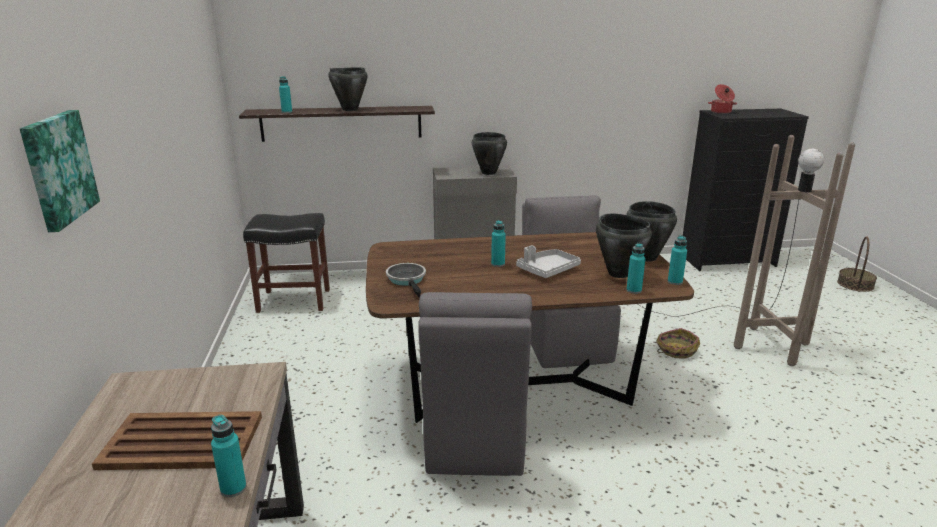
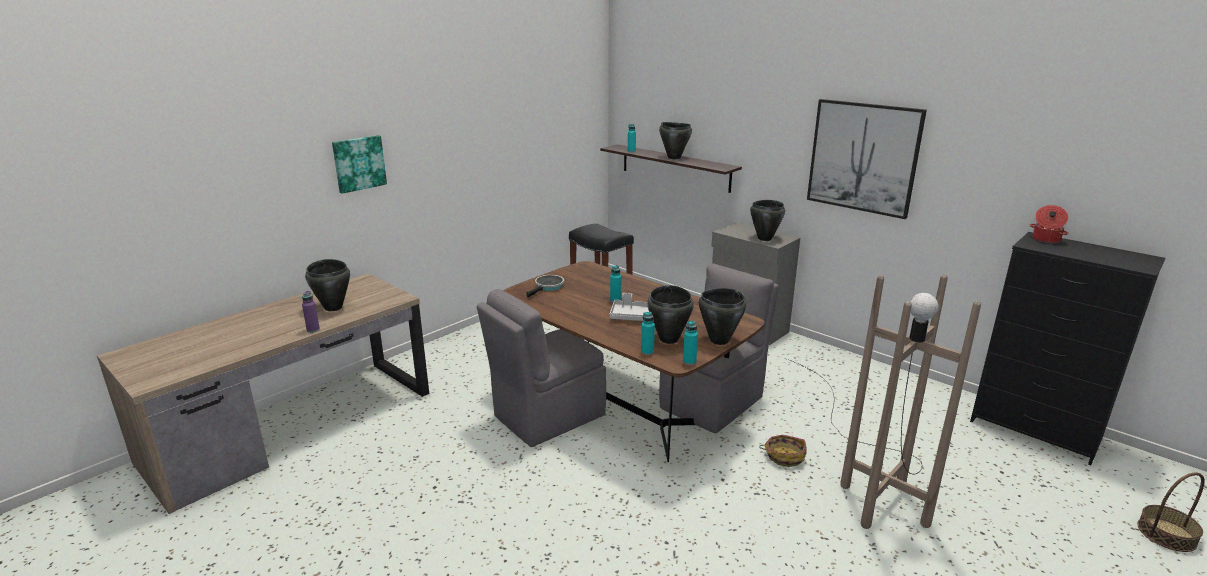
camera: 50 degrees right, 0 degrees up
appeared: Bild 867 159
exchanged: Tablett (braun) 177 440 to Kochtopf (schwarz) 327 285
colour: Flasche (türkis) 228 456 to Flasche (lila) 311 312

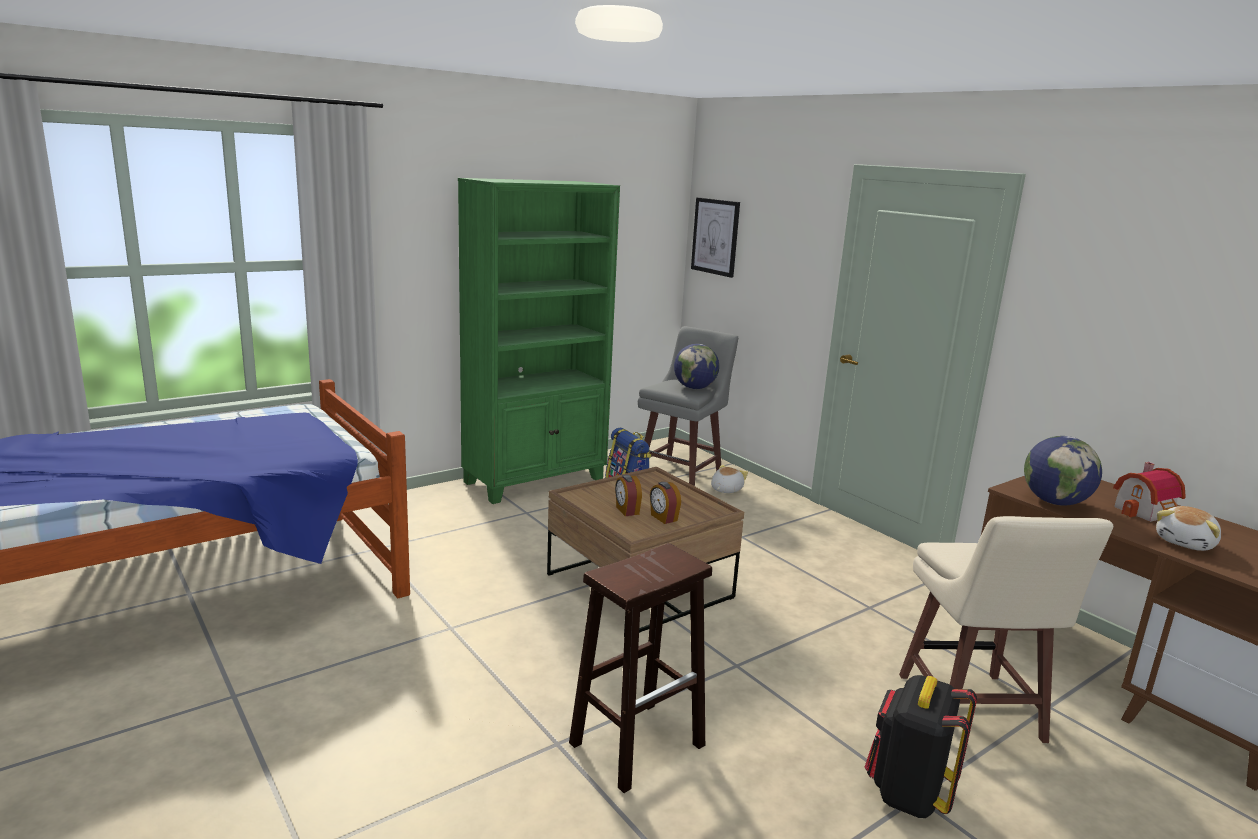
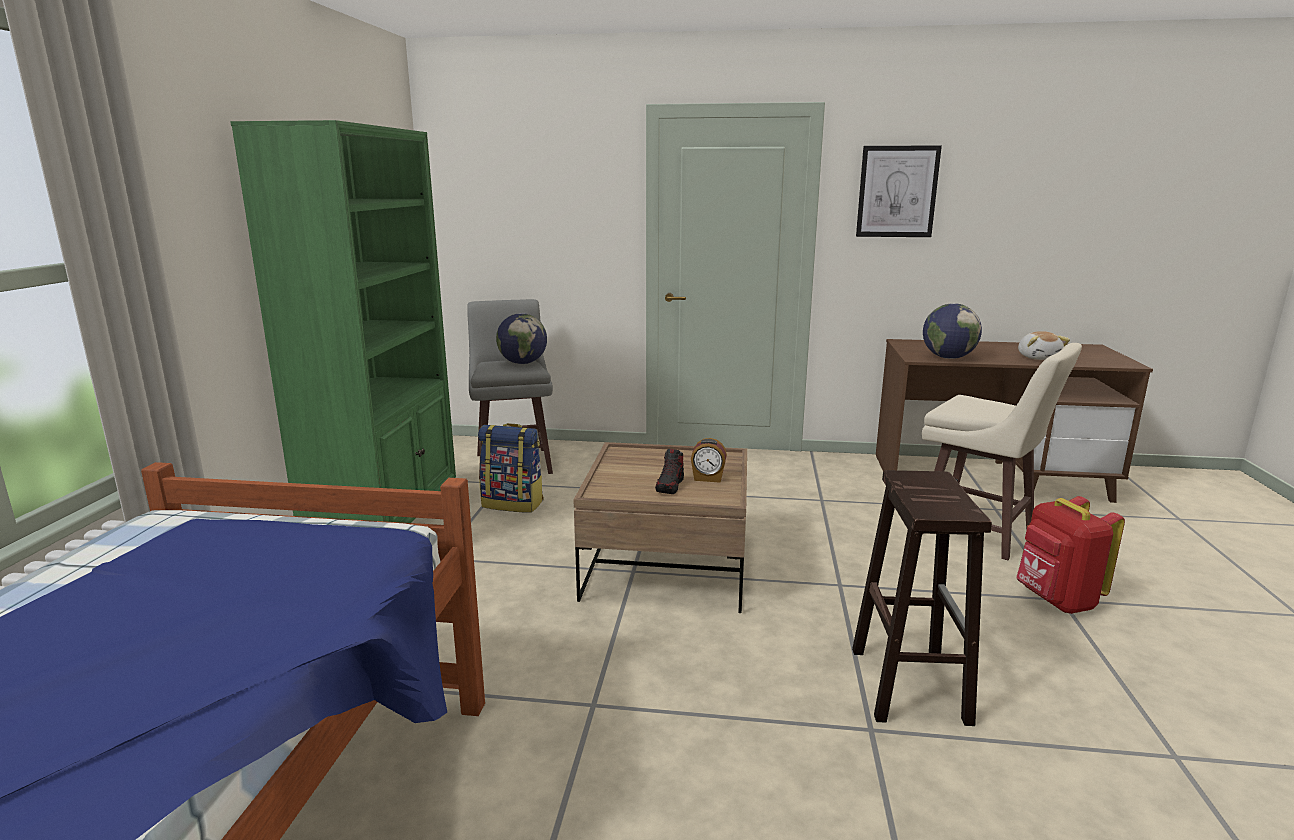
camera: 45 degrees left, 0 degrees up
missing: Plüschtier 729 479; Spielzeughaus 1149 492
relocated: Bild 715 237 to 899 191
exchanged: Wecker 628 495 to Schuh 669 471
colour: Rucksack (schwarz) 921 746 to Rucksack (rot) 1070 555

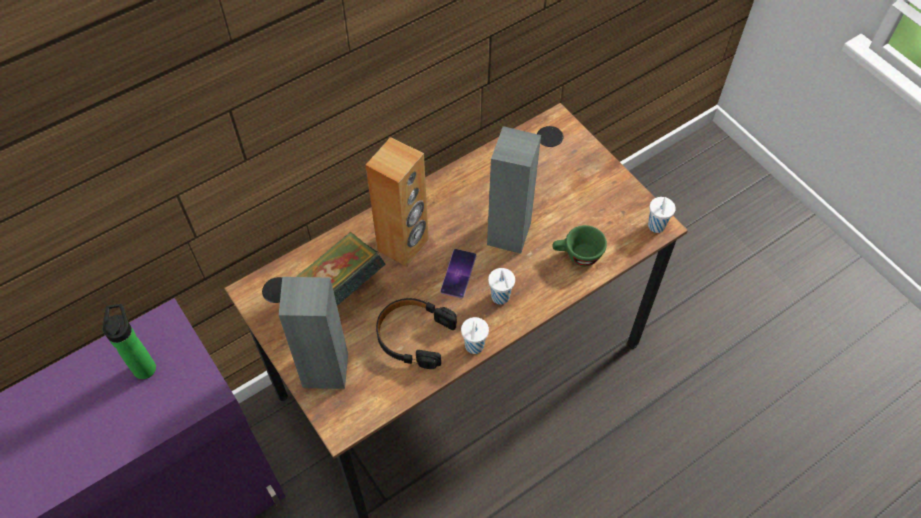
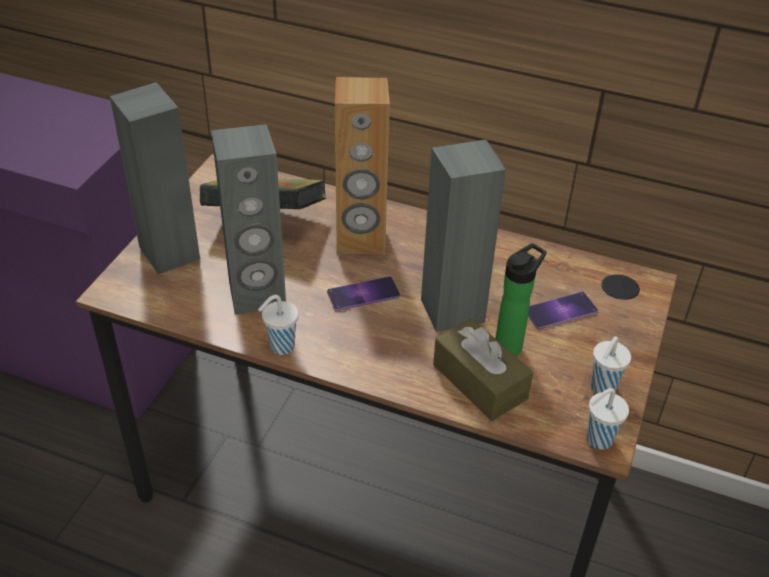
camera: 55 degrees right, 15 degrees down
appeared: Handy 563 311
relocated: Flasche 129 341 to 521 299; Tasse (weiß) 501 286 to 611 365
exchanged: Kopfhörer (schwarz) 416 333 to Lautsprecher (grau) 248 219; Tasse (grün) 579 245 to Taschentuchbox (braun) 483 370

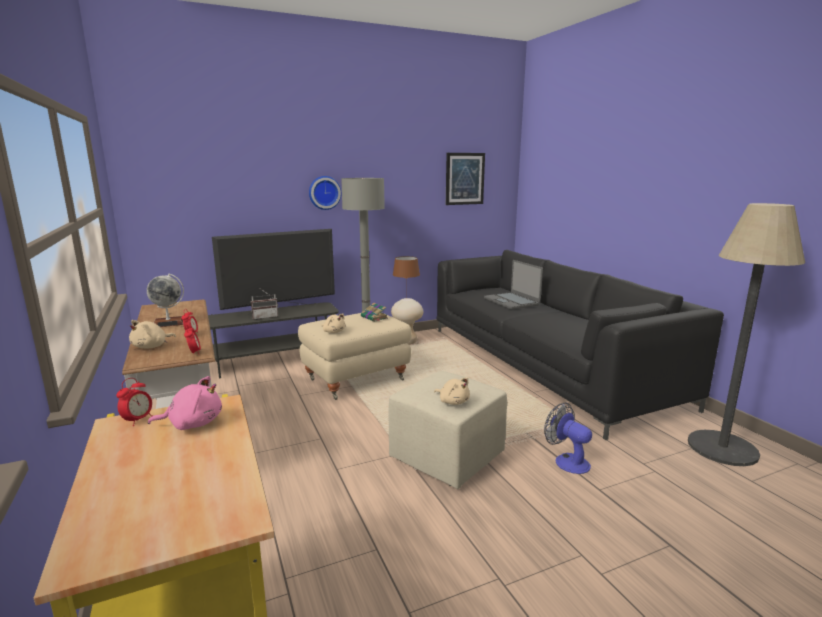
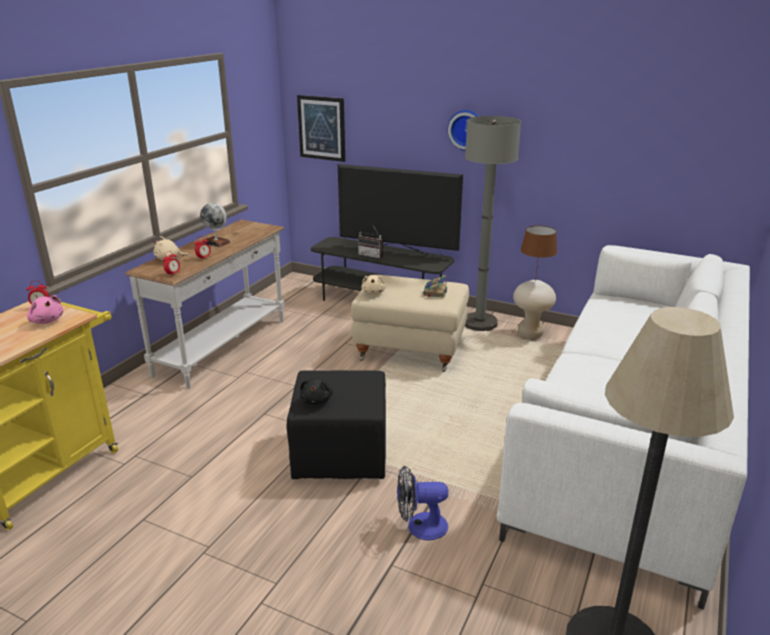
camera: 50 degrees right, 10 degrees up
missing: Laptop 513 284
relocated: Bild 465 179 to 321 128
colour: Polsterhocker (beige) 448 430 to Polsterhocker (schwarz) 336 424; Plüschtier (beige) 452 391 to Plüschtier (schwarz) 316 391; Sofa (schwarz) 580 345 to Sofa (weiß) 623 427
spun: Ventilator 568 438 = 422 502 105 degrees counterclockwise

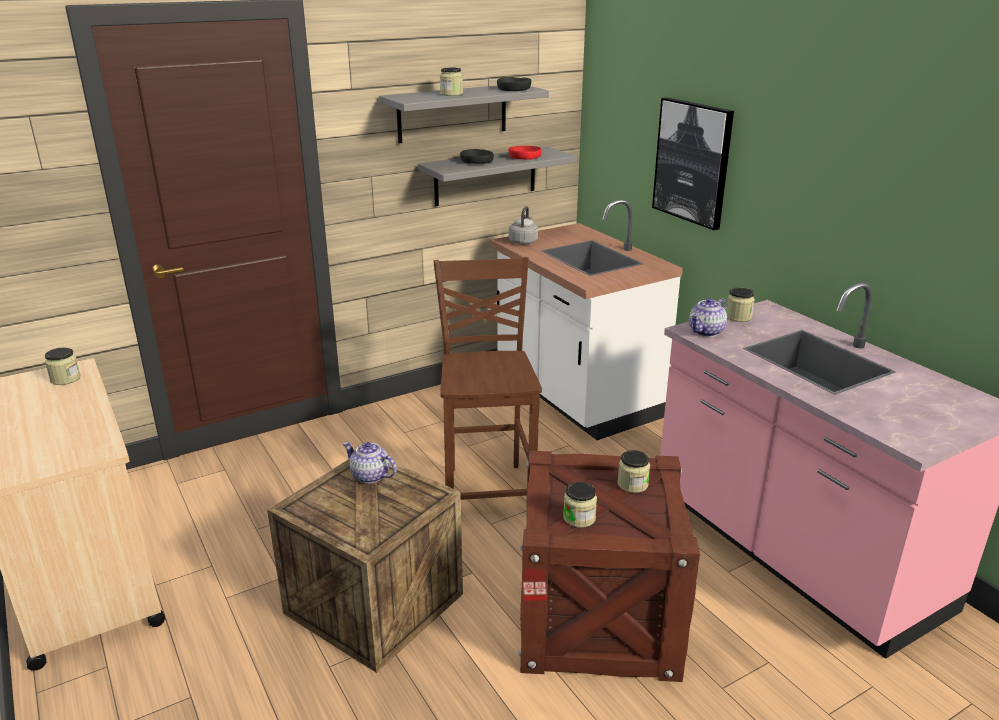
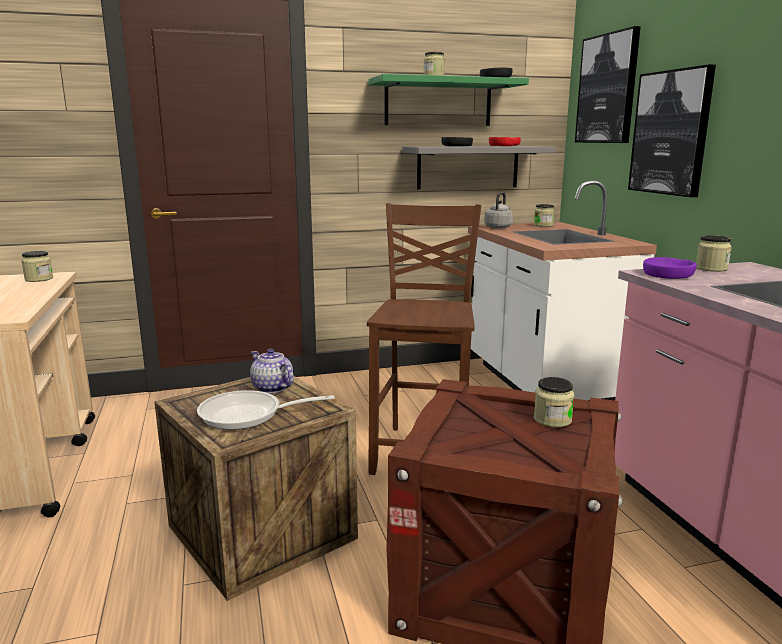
camera: 15 degrees right, 10 degrees down
appeared: Pfanne 265 410; Bild 608 84
relocated: Vorratsglas 580 505 to 544 215
exchanged: Teekanne 708 317 to Schüssel (lila) 670 268
colour: Wandregal (grau) 464 114 to Wandregal (grün) 449 100

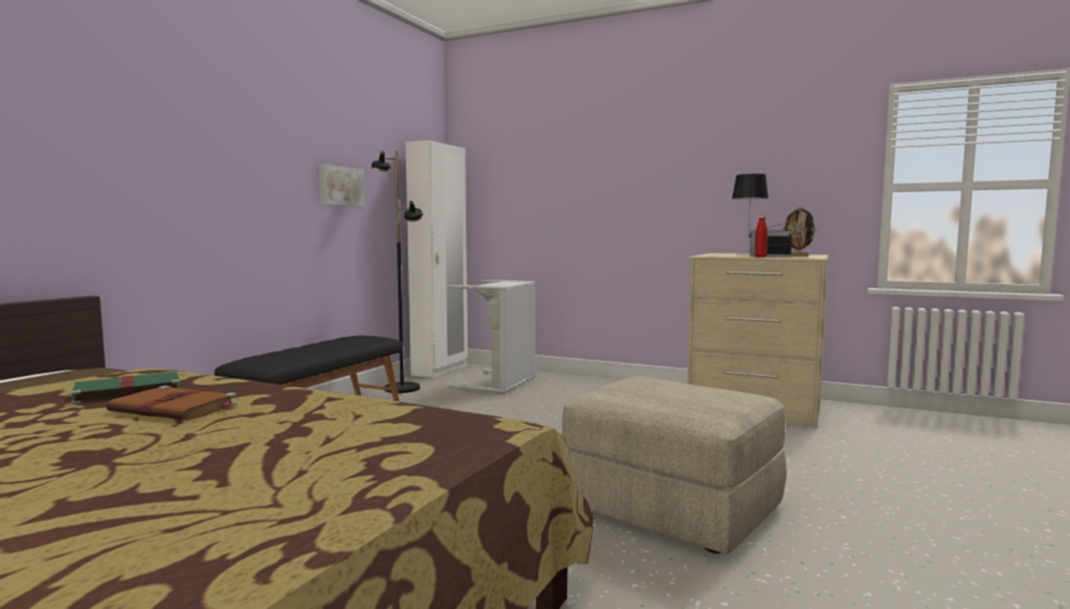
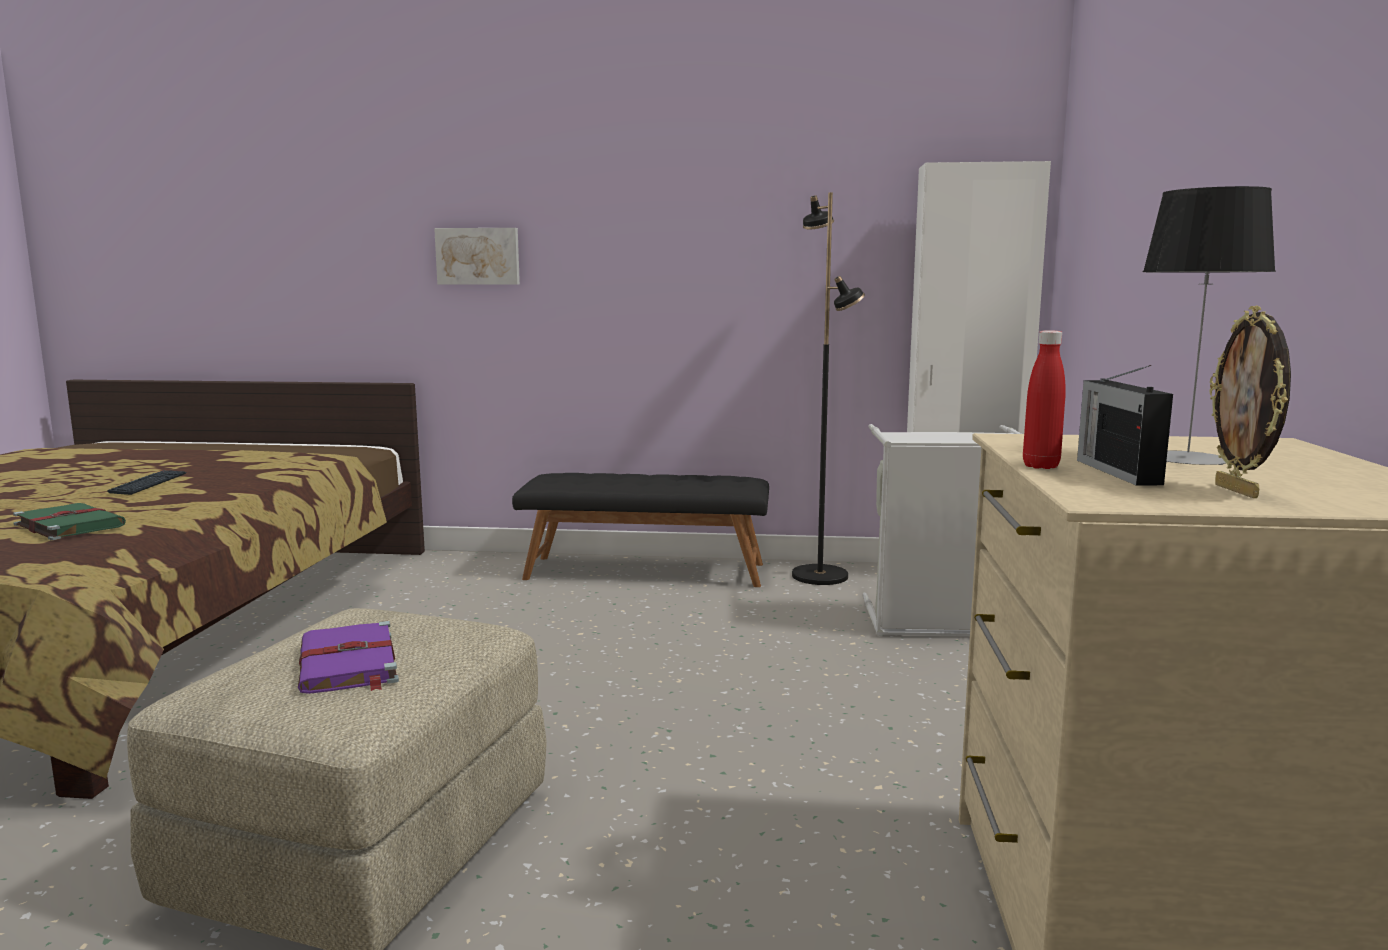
camera: 70 degrees right, 5 degrees up
appeared: Buch (lila) 348 657
relocated: Buch (grün) 121 388 to 69 521; Bild 341 185 to 477 256
exchanged: Buch (braun) 171 402 to Tastatur 147 482

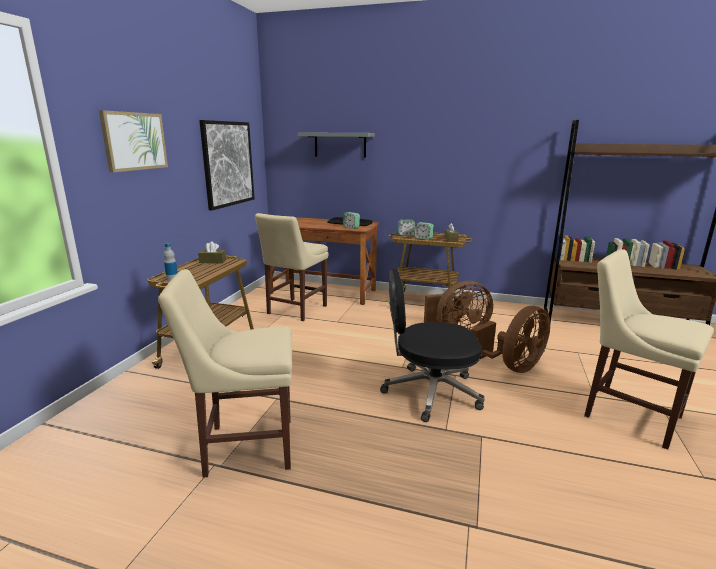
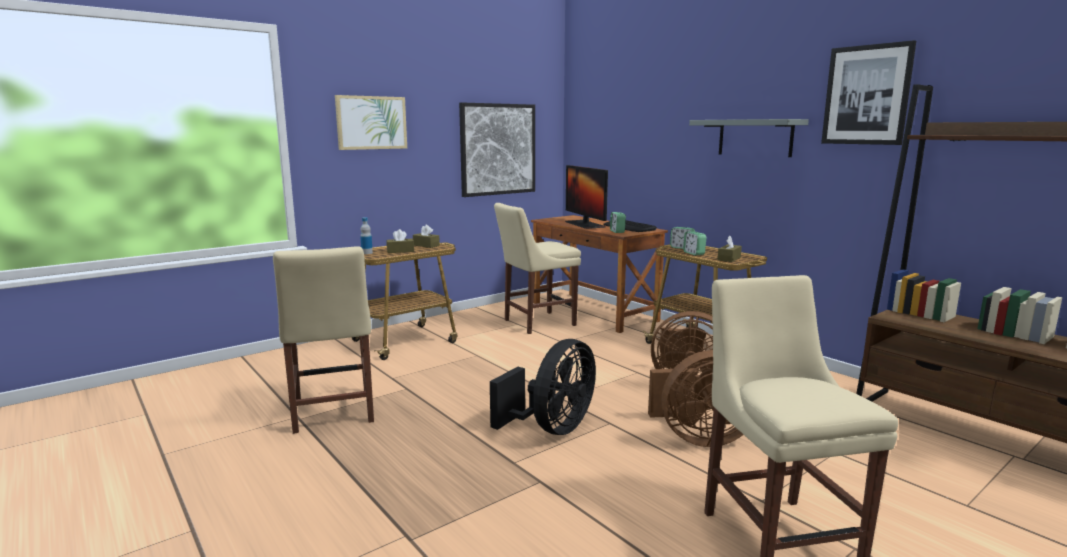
camera: 35 degrees right, 5 degrees down
appeared: Taschentuchbox (braun) 400 241; Monitor 586 197; Bild 868 92
relocated: Wandregal (grau) 336 145 to 749 138
exchanged: Bürostuhl (schwarz) 432 345 to Ventilator (schwarz) 543 387
spun: Stuhl (beige) 225 373 = 323 340 135 degrees counterclockwise

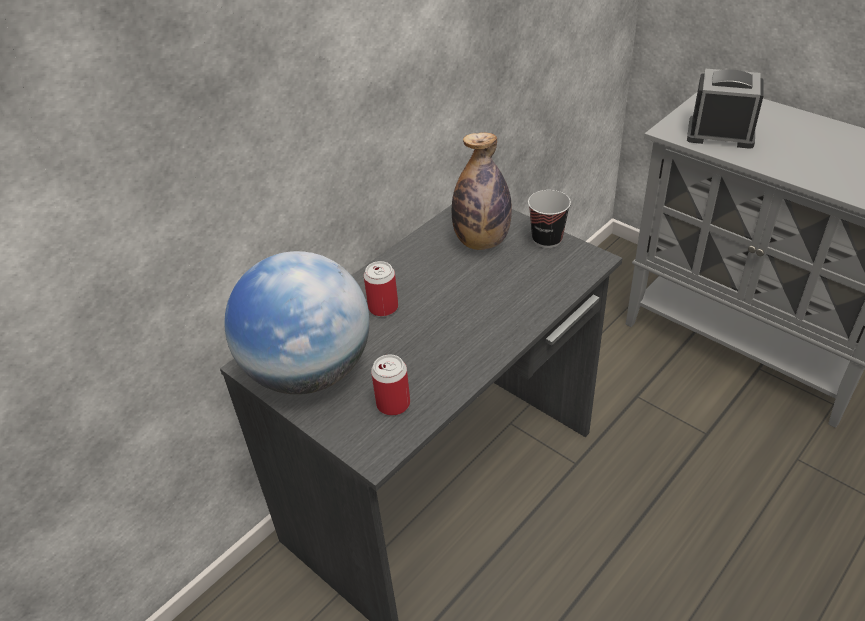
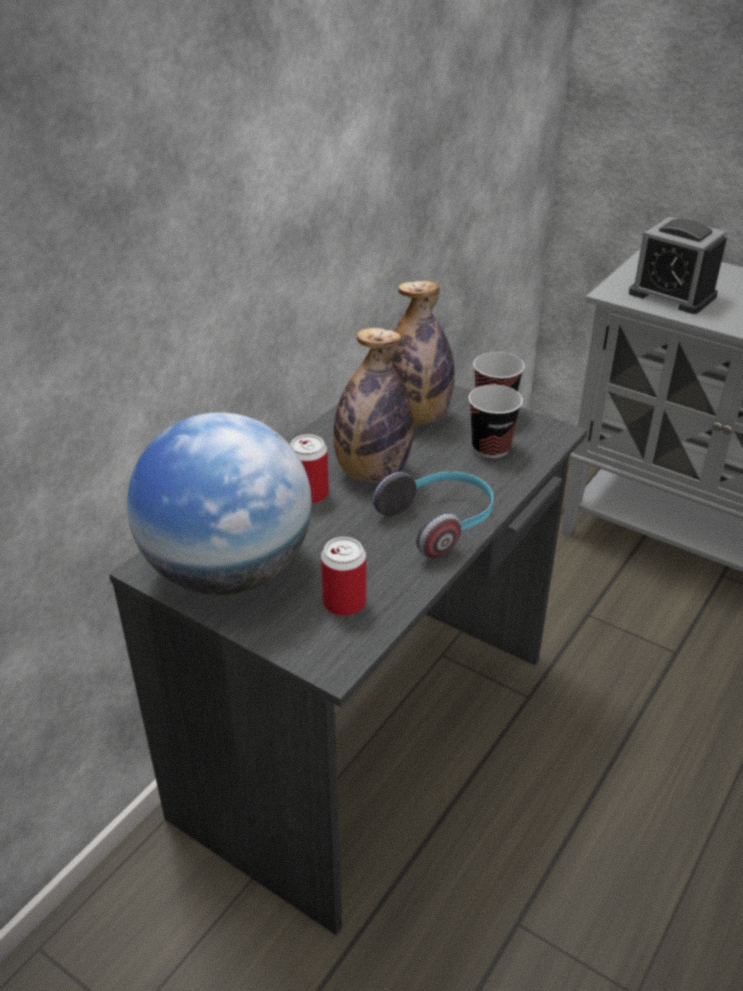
camera: 10 degrees left, 5 degrees down
appeared: Flasche 373 405; Kopfhörer 433 514; Tasse 496 421
spun: Wecker 725 109 = 678 265 150 degrees counterclockwise

